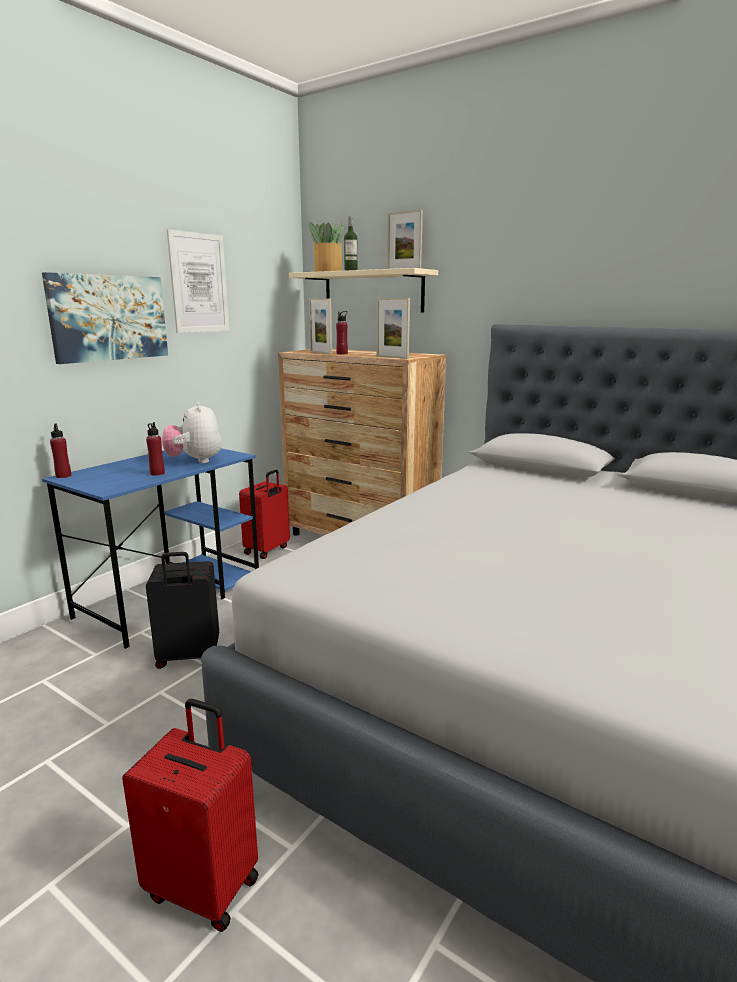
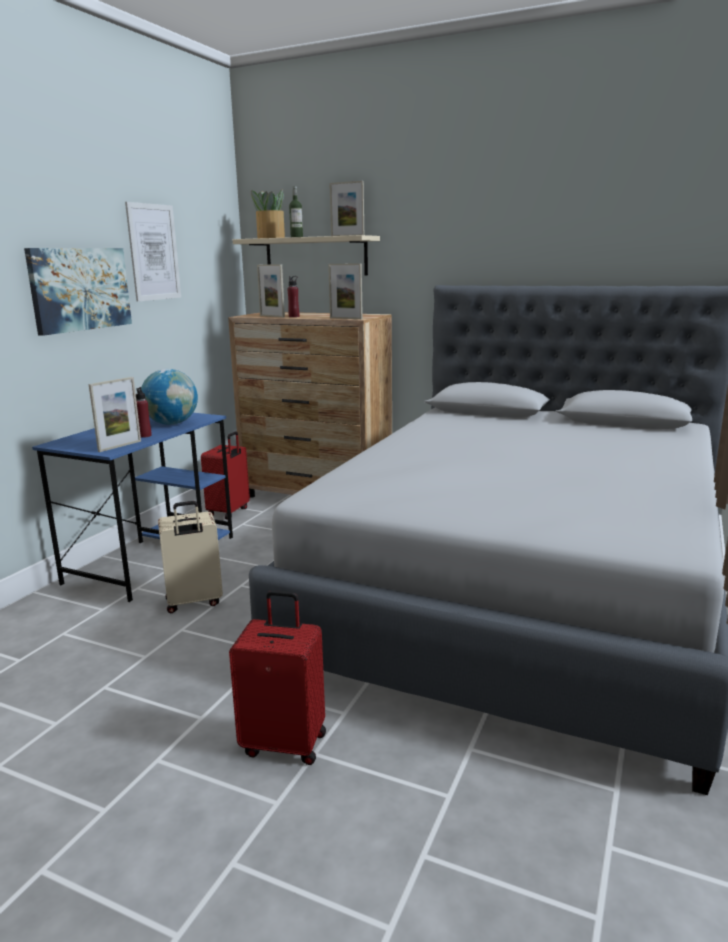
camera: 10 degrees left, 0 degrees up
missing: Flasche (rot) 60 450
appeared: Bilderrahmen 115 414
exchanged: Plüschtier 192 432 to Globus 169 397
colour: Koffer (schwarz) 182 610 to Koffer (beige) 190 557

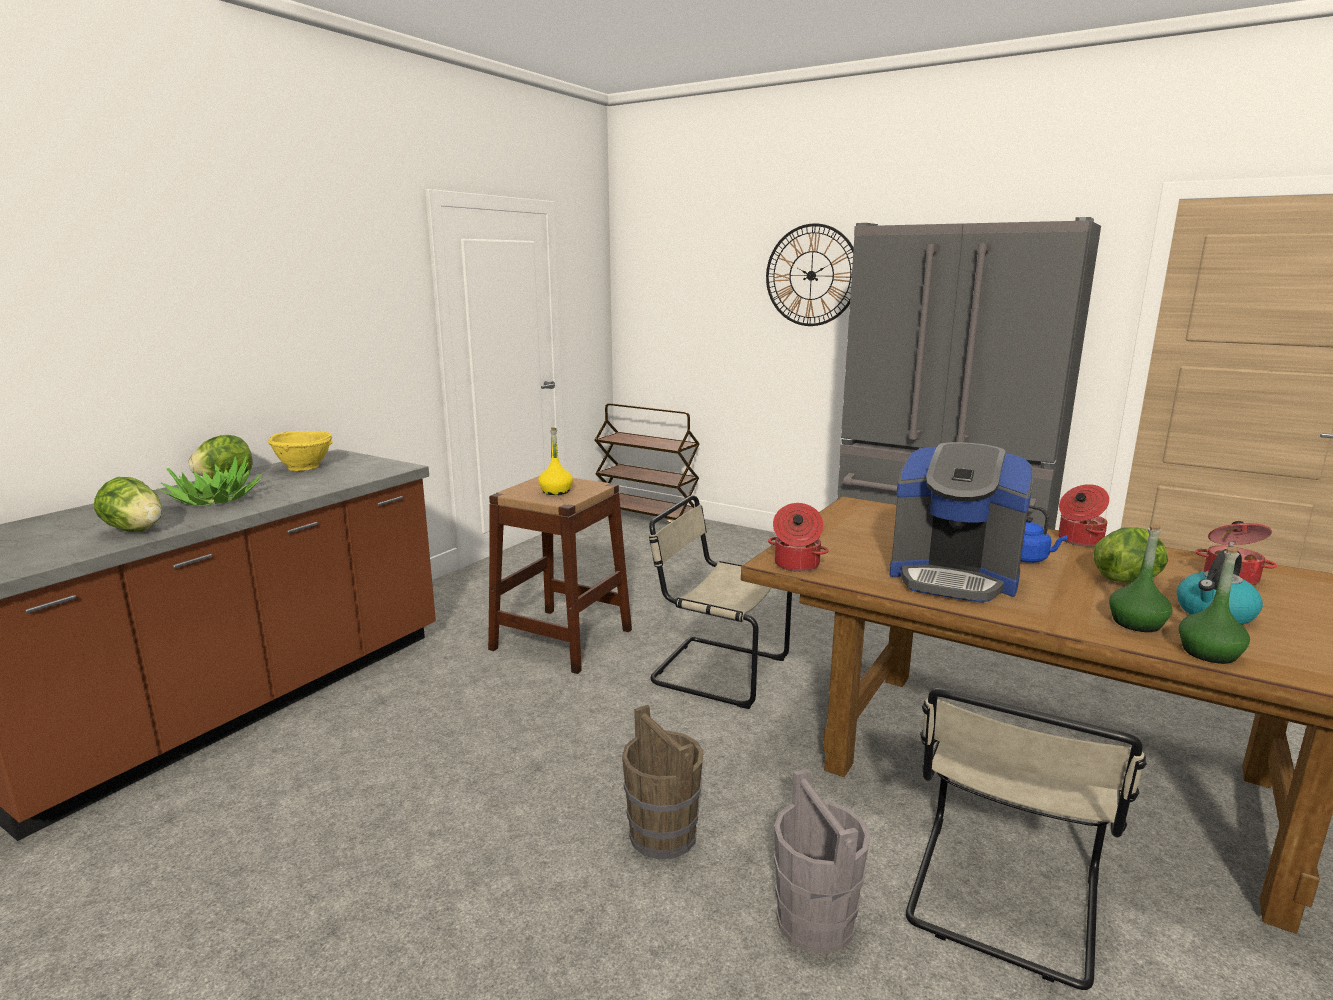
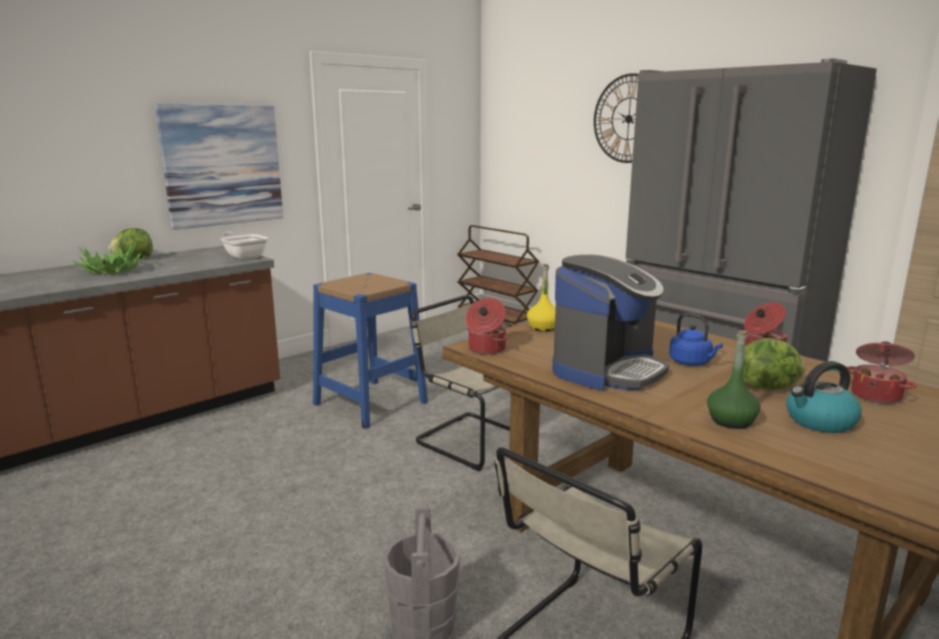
camera: 15 degrees right, 0 degrees up
missing: Salatkopf 128 504; Schüssel (gelb) 300 451; Eimer (braun) 663 782; Flasche (grün) 1214 605
appeared: Bild 219 166; Pfanne 244 245
relocated: Flasche (gelb) 555 461 to 541 298
colour: Hocker (braun) 560 575 to Hocker (blau) 370 351
spun: Kaffeemaschine 961 522 = 610 323 90 degrees counterclockwise

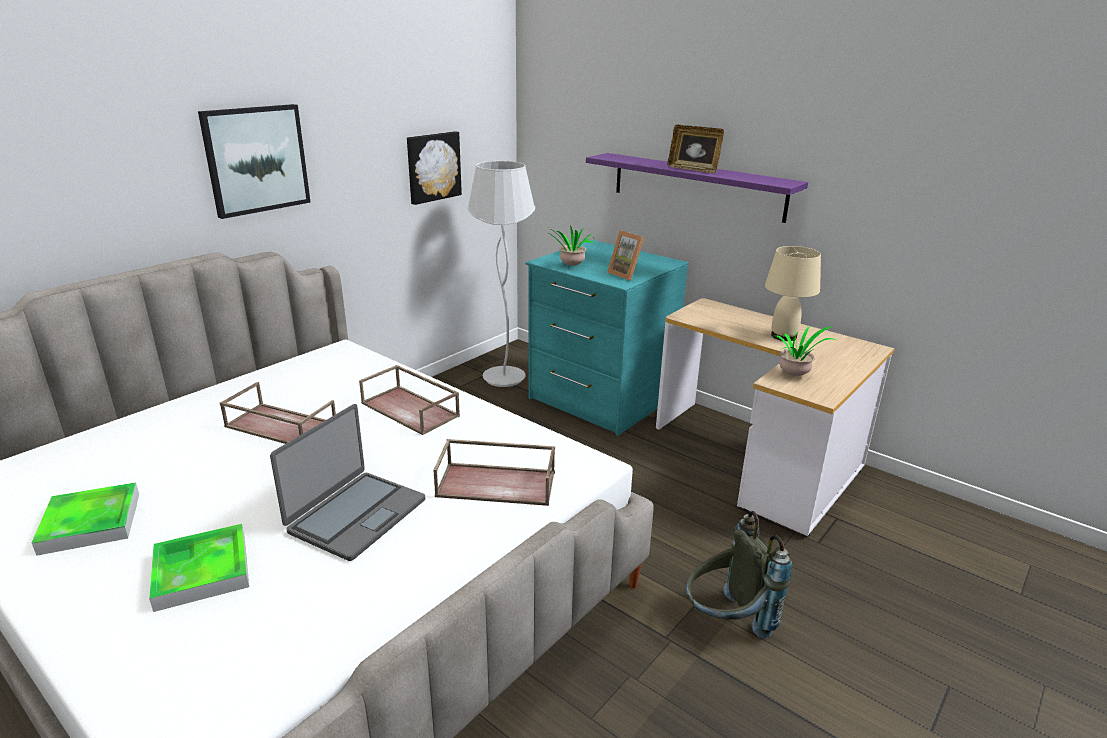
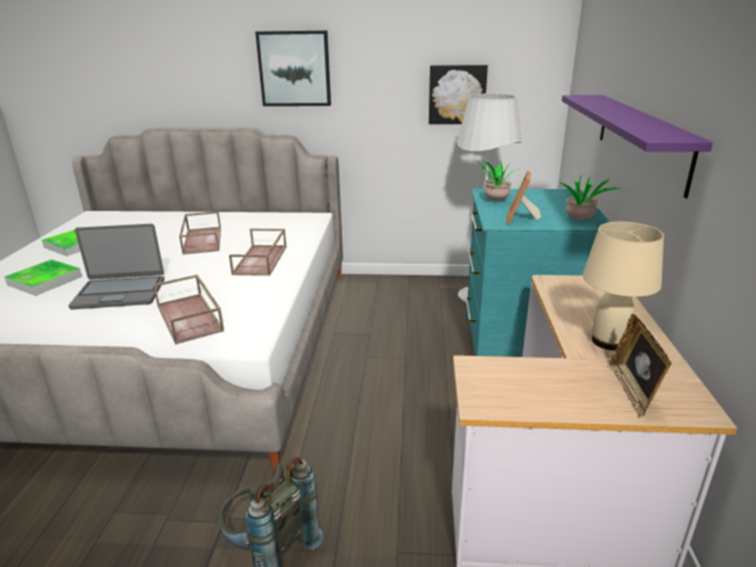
camera: 55 degrees right, 0 degrees up
relocated: Topfpflanze 804 351 to 590 197; Bilderrahmen 695 149 to 640 366

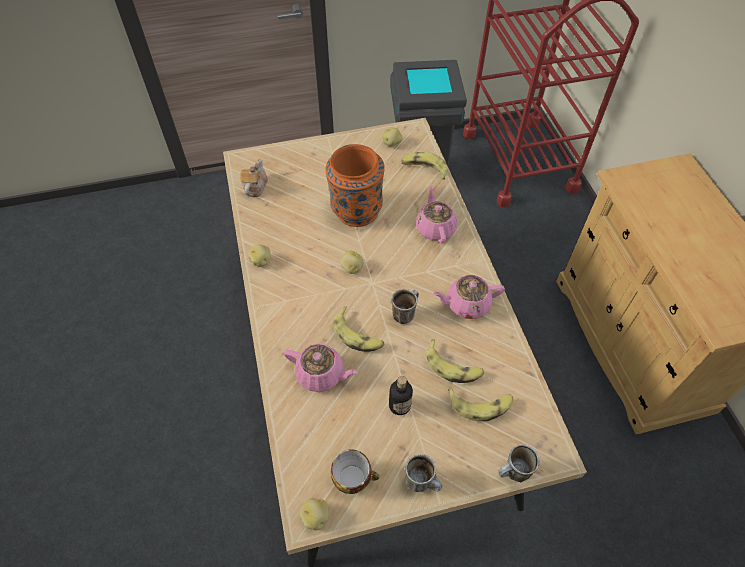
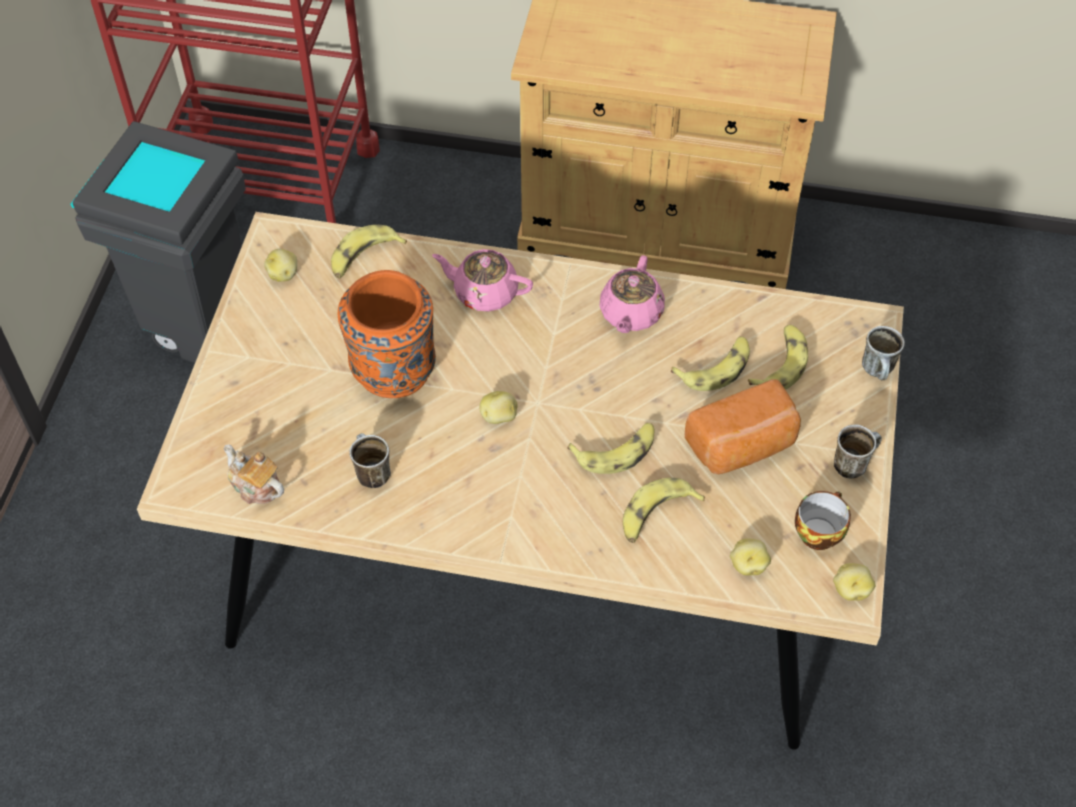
camera: 65 degrees left, 0 degrees up
relocated: Henkelbecher 405 306 to 370 460; Kartoffel 259 255 to 750 556
exchanged: Teekanne (rosa) 321 368 to Banane 664 510; Flasche 401 395 to Brot 743 426

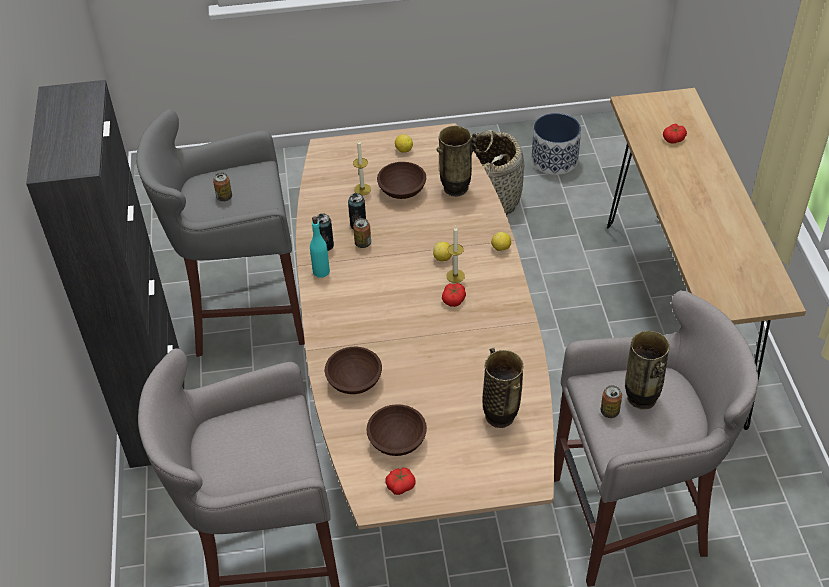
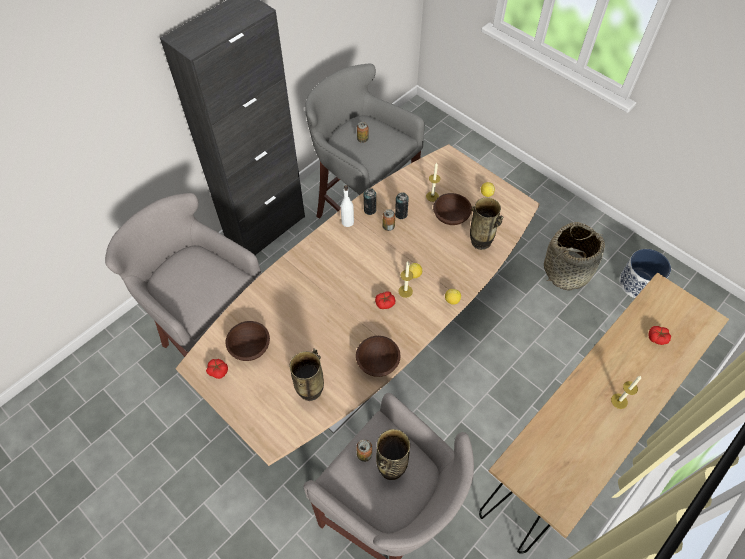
camera: 50 degrees right, 10 degrees up
appeared: Kerze 626 392
relocated: Schüssel (braun) 353 370 to 378 356
colour: Flasche (türkis) 320 247 to Flasche (weiß) 347 206

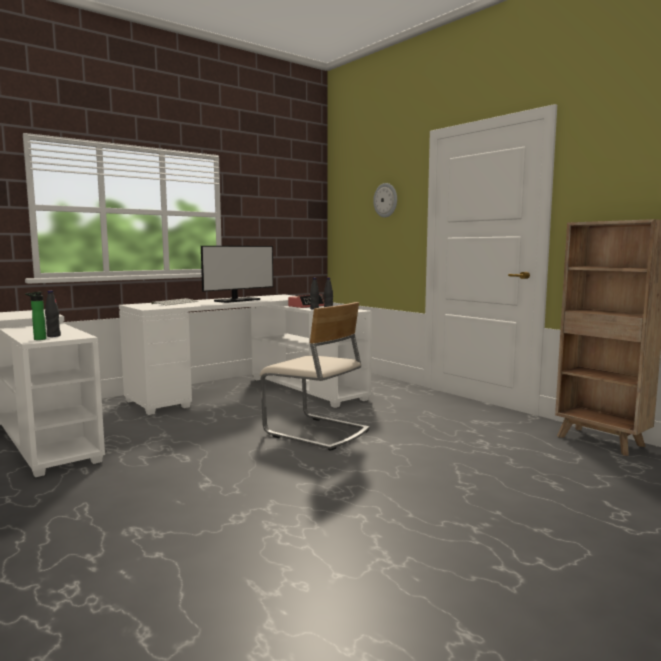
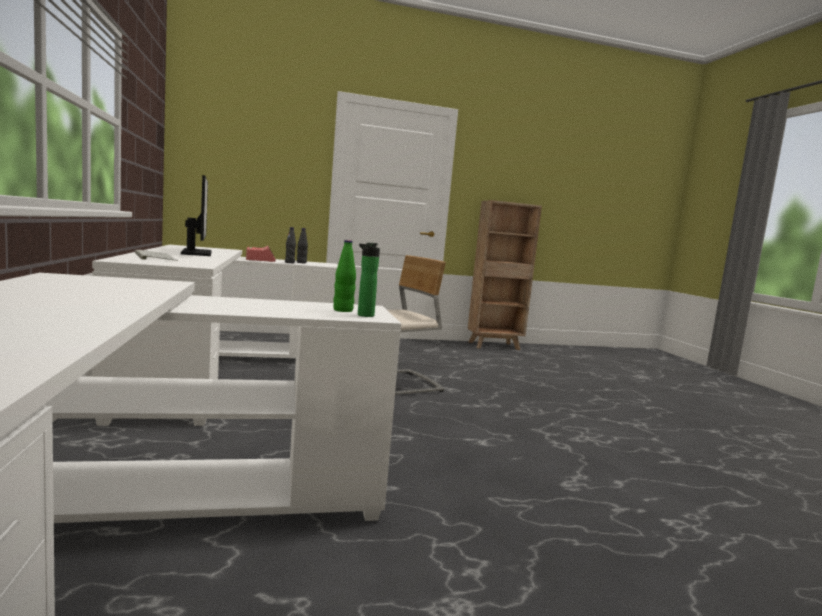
camera: 65 degrees left, 0 degrees up
missing: Wanduhr 385 200
colour: Flasche (schwarz) 53 313 to Flasche (grün) 345 276

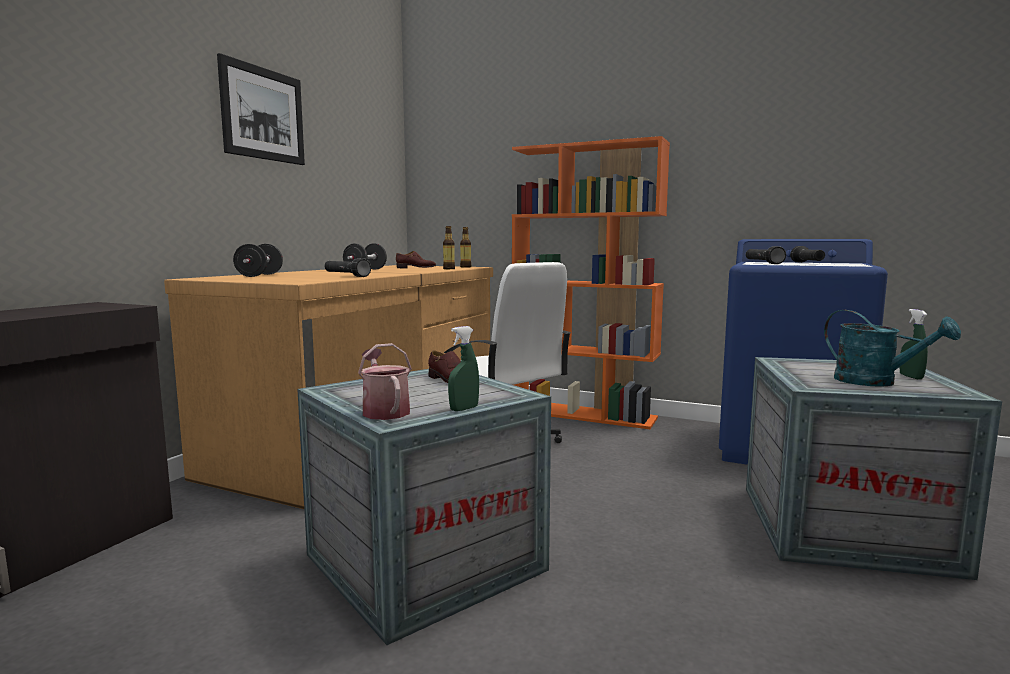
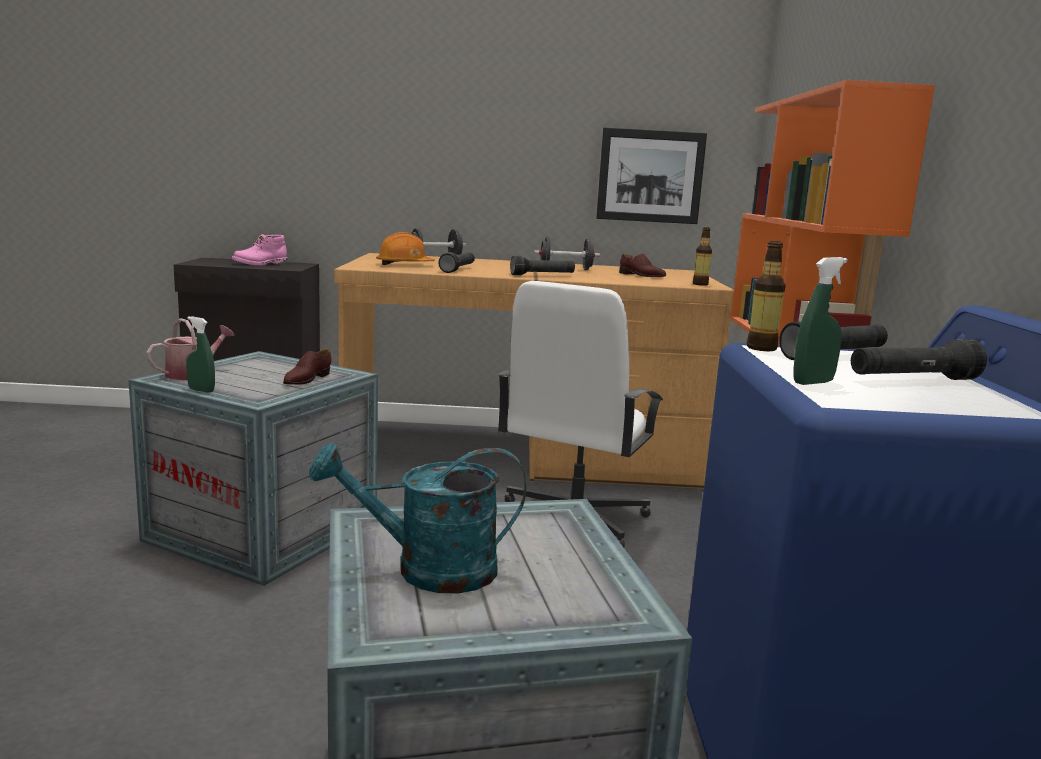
camera: 65 degrees right, 5 degrees up
appeared: Stiefel (rosa) 259 249; Schutzhelm (orange) 405 248; Taschenlampe (schwarz) 542 265
relocated: Bild 261 109 to 651 176; Flasche 449 247 to 766 296; Sprühflasche (grün) 913 344 to 820 321
spun: Gießkanne (türkis) 892 348 = 417 517 60 degrees clockwise

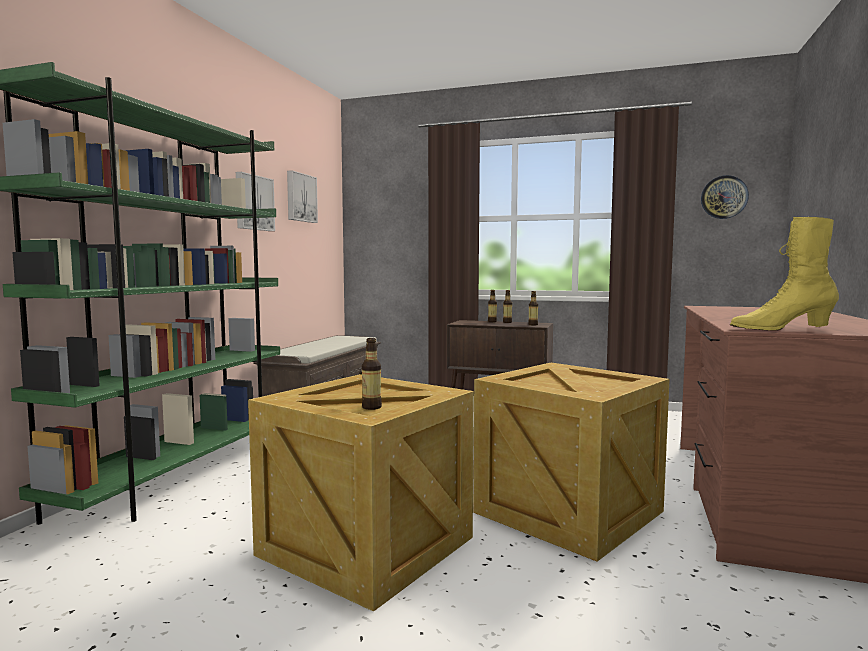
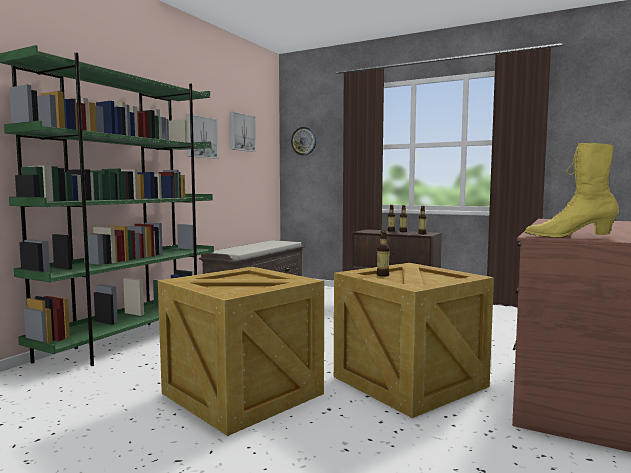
camera: 10 degrees right, 0 degrees up
relocated: Wanduhr 725 197 to 303 141; Flasche 372 374 to 383 254

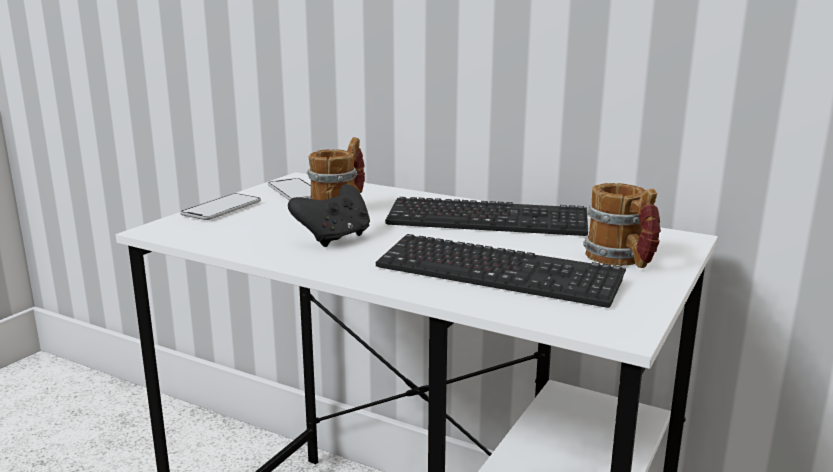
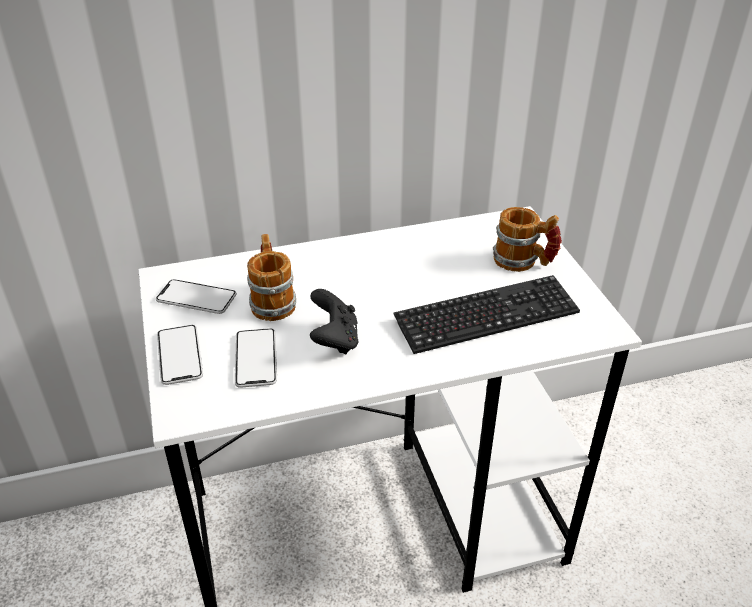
camera: 45 degrees left, 20 degrees up
missing: Tastatur 486 216
appeared: Handy 256 358

